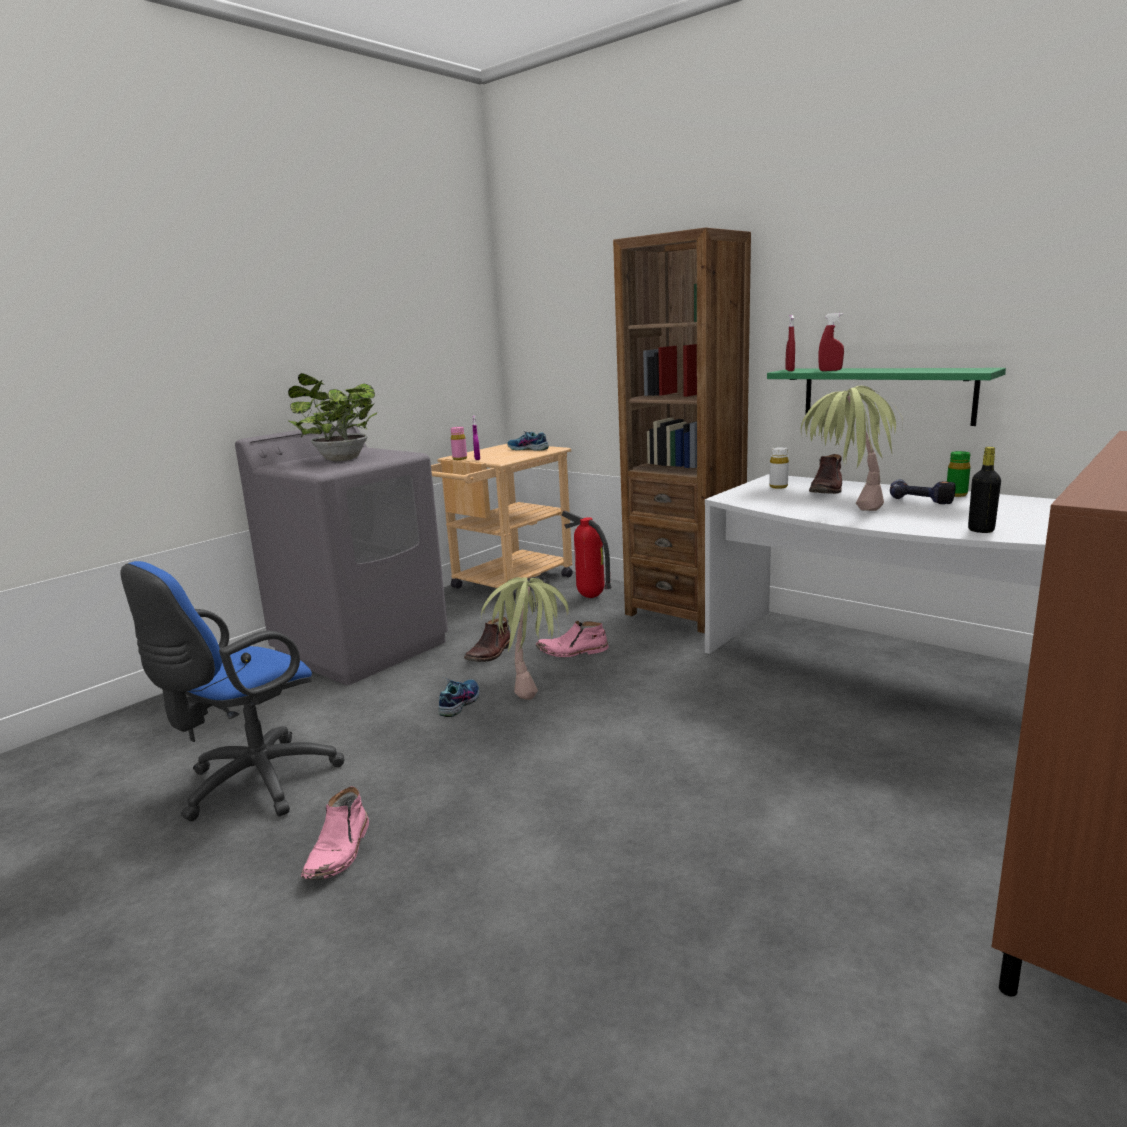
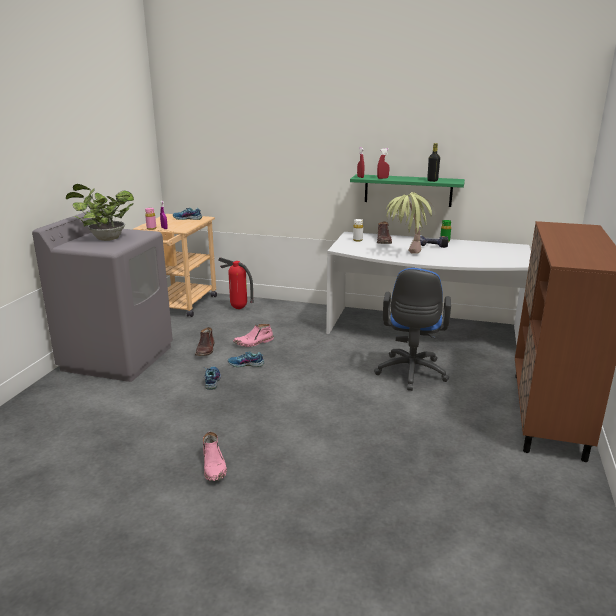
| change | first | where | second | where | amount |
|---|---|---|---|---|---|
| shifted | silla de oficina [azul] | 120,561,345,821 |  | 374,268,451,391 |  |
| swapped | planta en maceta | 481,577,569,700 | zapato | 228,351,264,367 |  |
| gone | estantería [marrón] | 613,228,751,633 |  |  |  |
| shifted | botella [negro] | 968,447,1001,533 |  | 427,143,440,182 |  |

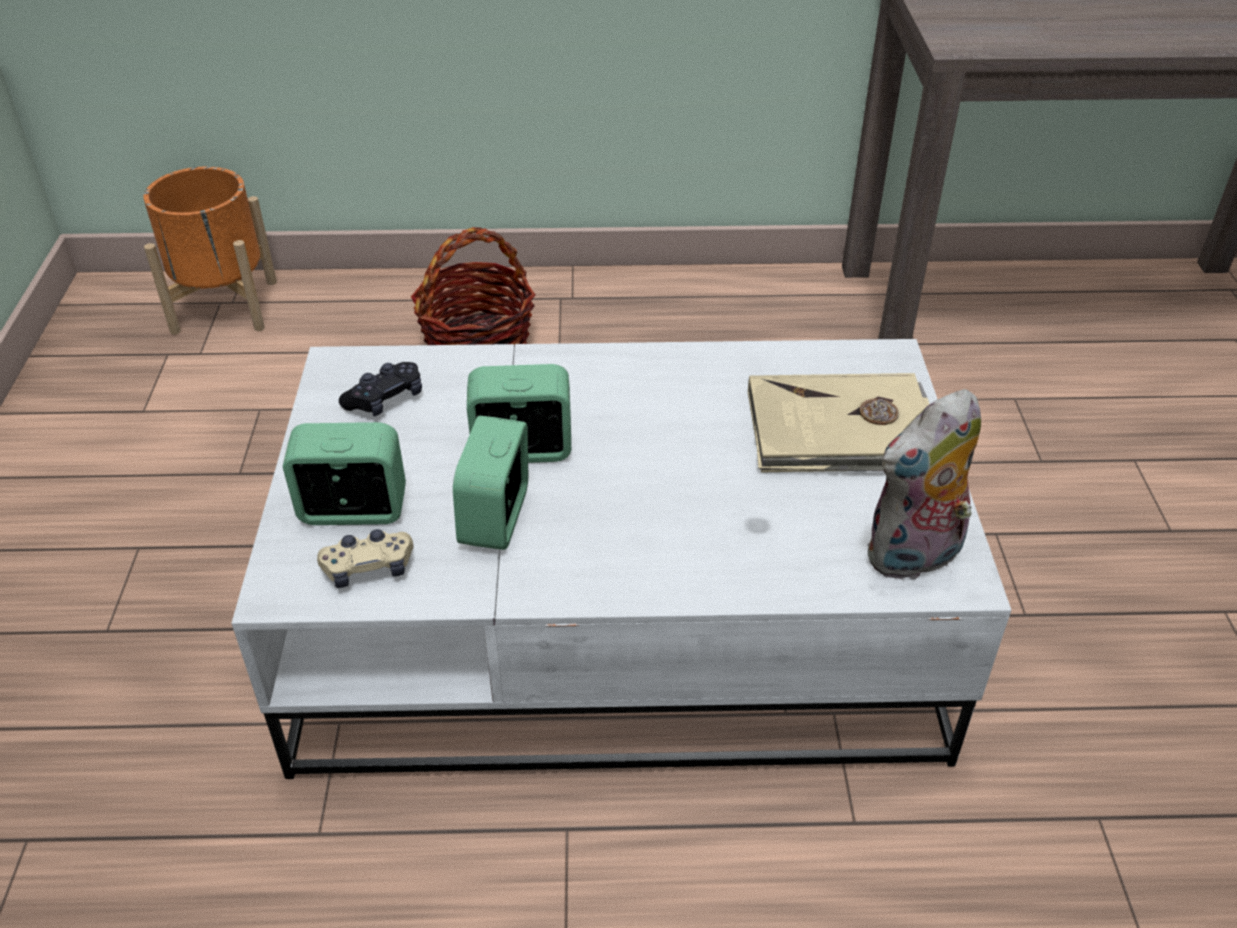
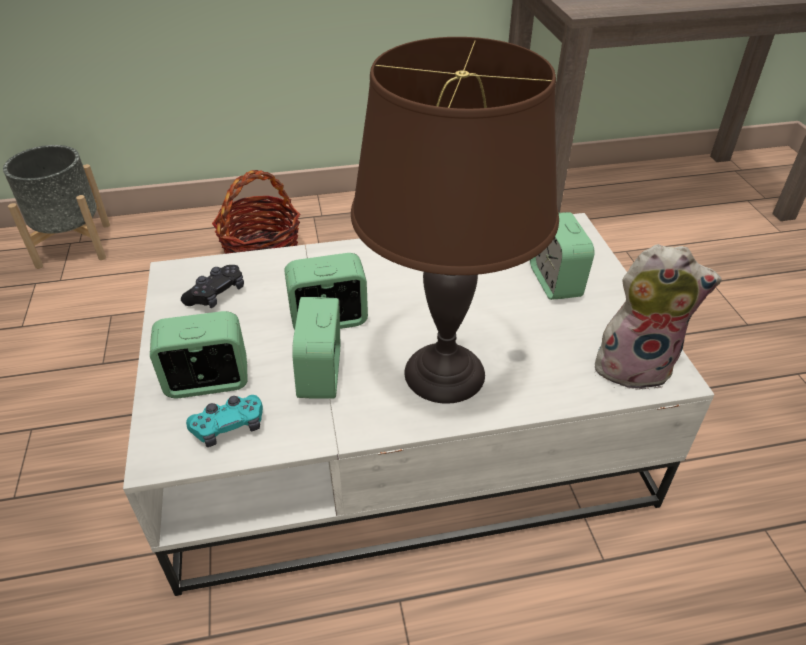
| change | first | where | second | where | amount |
|---|---|---|---|---|---|
| repainted | maceta [naranja] | 143,167,277,335 | maceta [gris] | 3,145,110,269 |  |
| repainted | mando de consola [beis] | 317,529,414,588 | mando de consola [turquesa] | 186,395,263,447 |  |
| swapped | libro [beis] | 748,373,929,473 | despertador | 530,212,595,300 |  |
| rotated | peluche | 867,389,981,582 |  | 595,244,722,390 | 135 degrees counterclockwise |
| new |  |  | lámpara de mesa [marrón] | 351,37,559,404 |  |

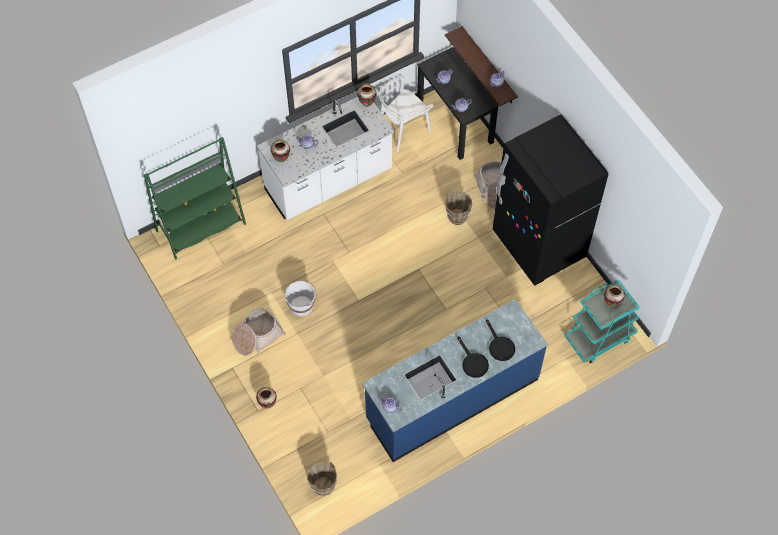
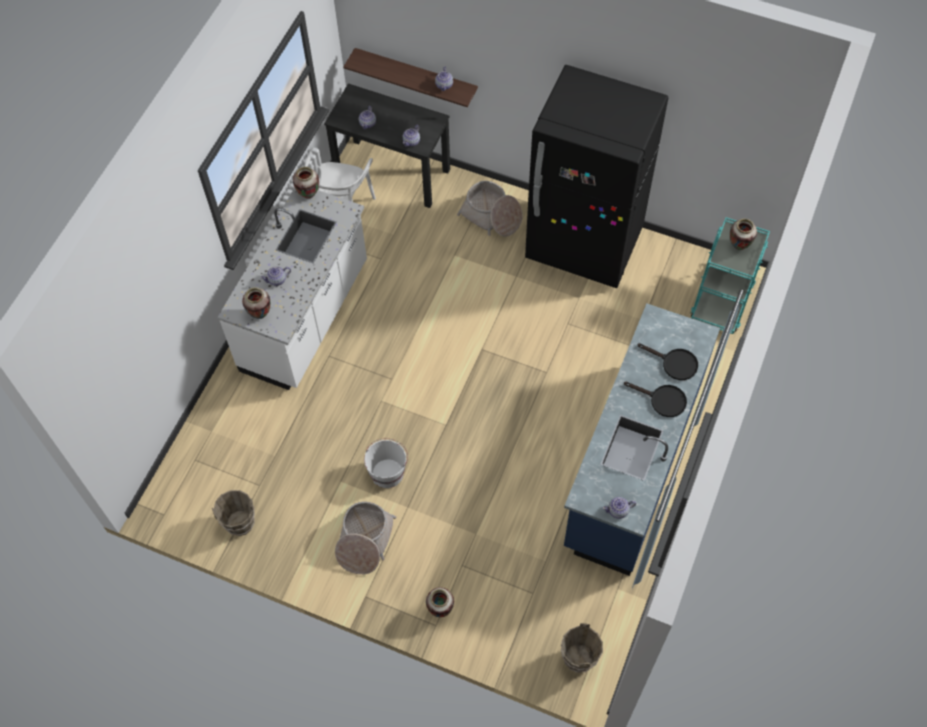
| change | first | where | second | where | amount |
|---|---|---|---|---|---|
| gone | estantería [verde] | 144,137,246,260 |  |  |  |
| shifted | cubo [marrón] | 445,191,472,225 |  | 212,490,255,536 |  |

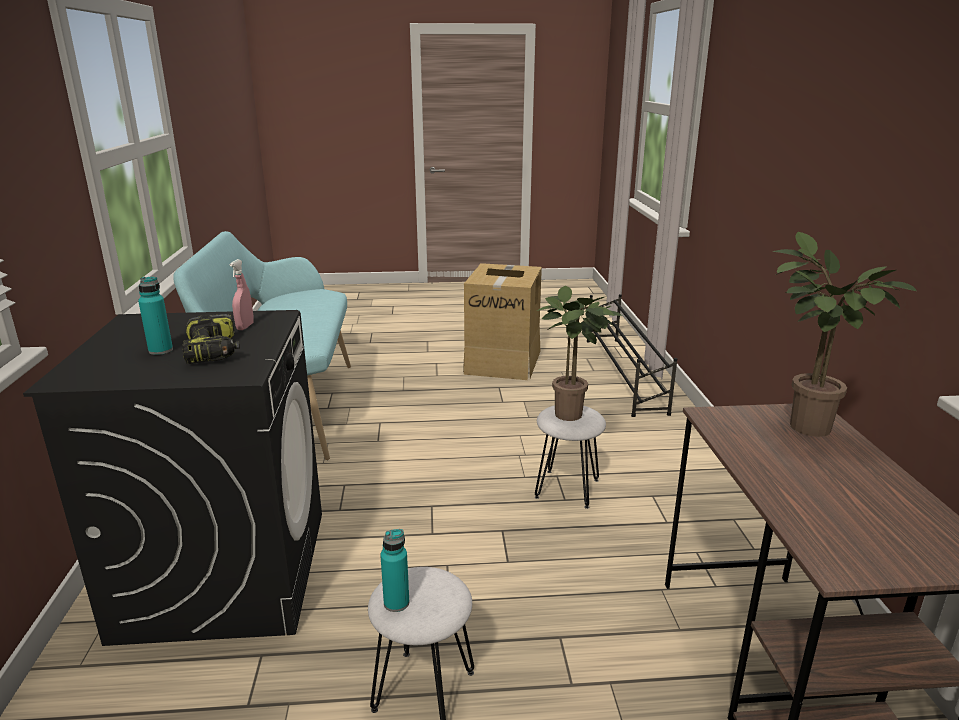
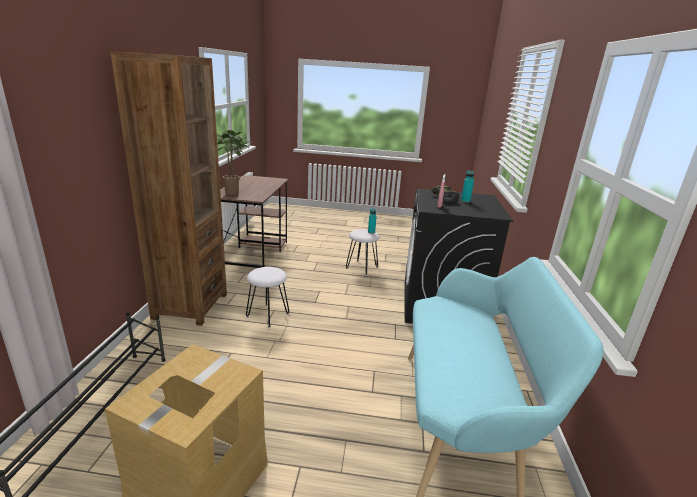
| change | first | where | second | where | amount |
|---|---|---|---|---|---|
| gone | planta en maceta | 537,286,622,421 |  |  |  |
| new |  |  | estantería [marrón] | 110,51,227,326 |  |

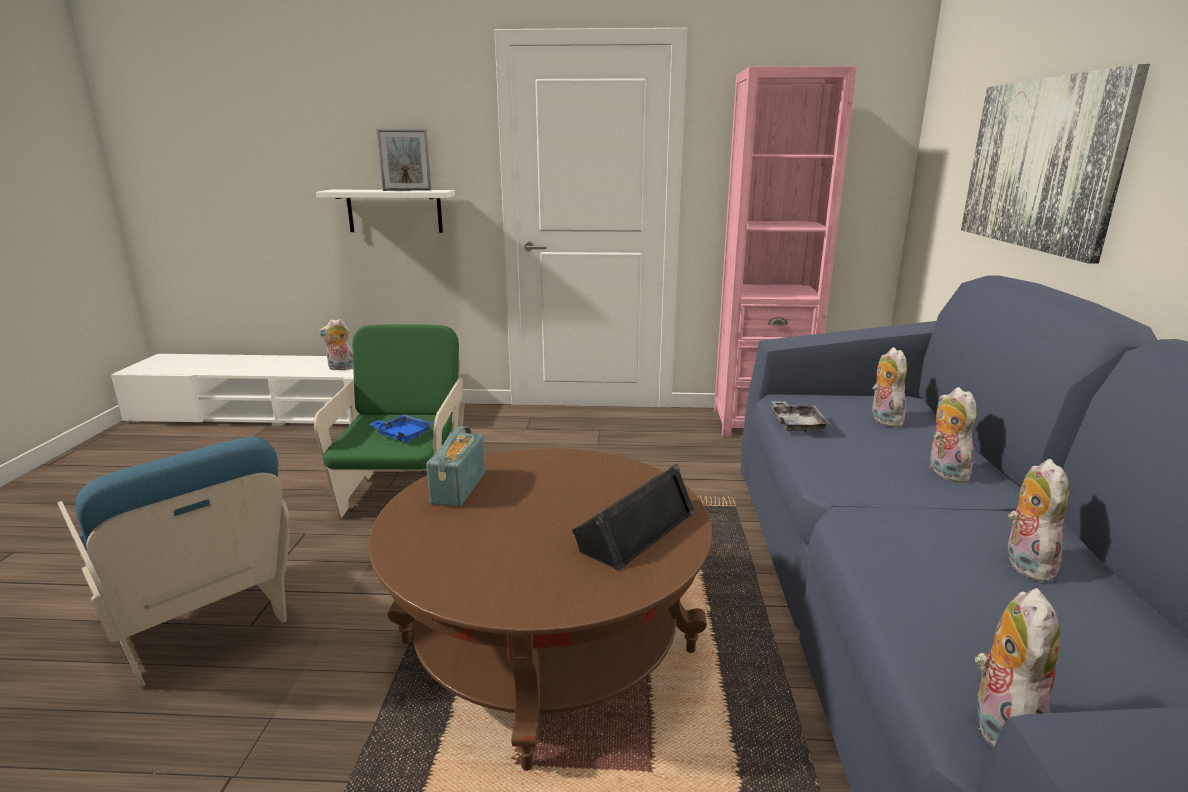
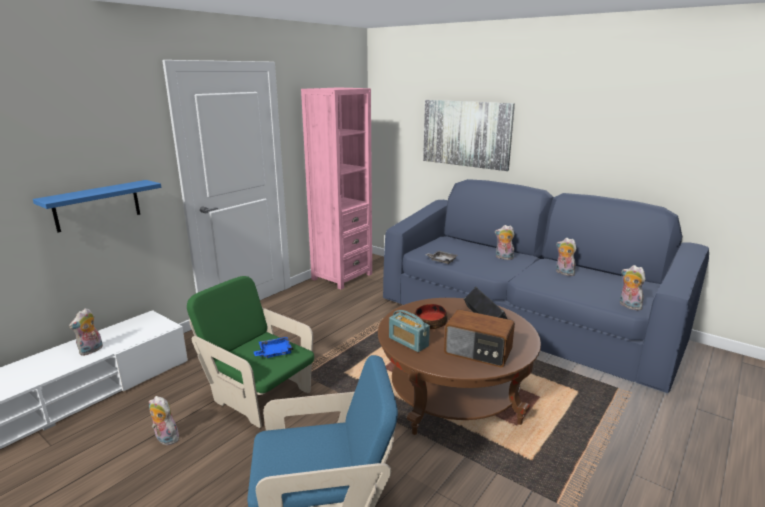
| change | first | where | second | where | amount |
|---|---|---|---|---|---|
| repainted | estante [blanco] | 316,190,455,233 | estante [azul] | 33,180,161,232 |  |
| gone | portarretratos | 377,129,431,191 |  |  |  |
| shifted | peluche | 872,347,907,427 |  | 149,396,179,445 |  |
| new |  |  | cuenco | 415,304,447,329 |  |
| new |  |  | radio | 444,309,515,367 |  |

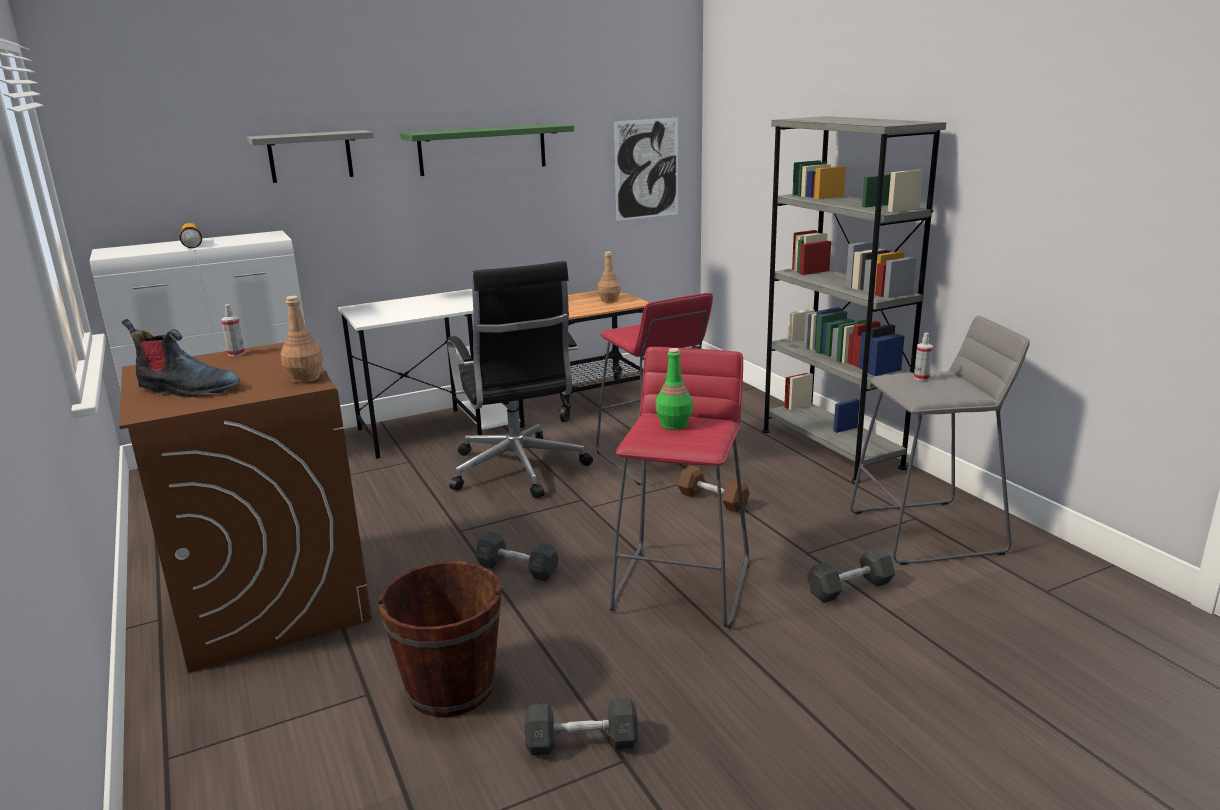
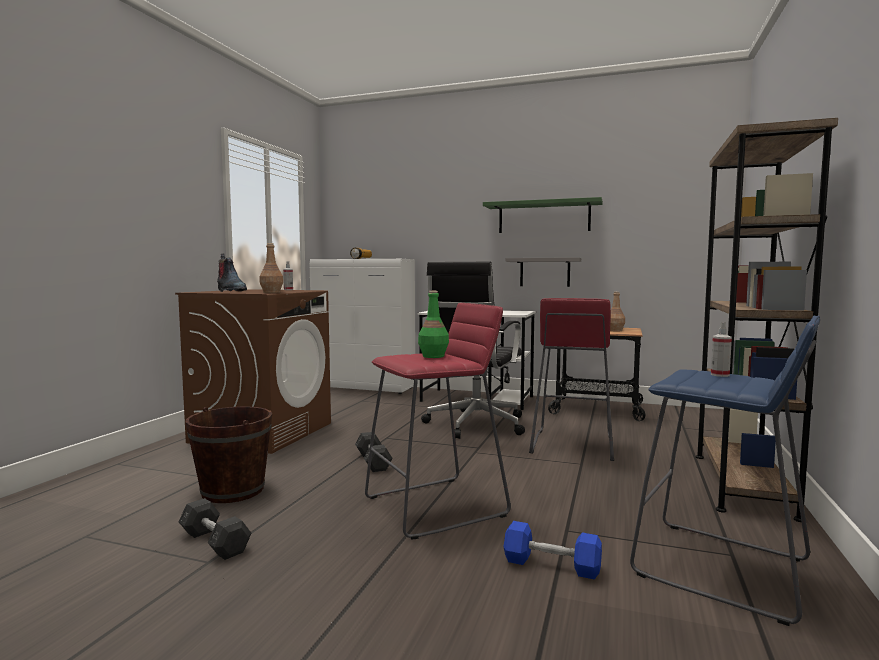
| change | first | where | second | where | amount |
|---|---|---|---|---|---|
| shifted | estante [gris] | 247,130,374,183 |  | 506,257,581,287 |  |
| gone | cuadro | 614,118,678,221 |  |  |  |
| gone | mancuerna [marrón] | 678,465,750,513 |  |  |  |
| repainted | estantería [gris] | 762,116,946,483 | estantería [marrón] | 696,118,838,522 |  |
| repainted | mancuerna [gris] | 807,547,895,603 | mancuerna [azul] | 504,521,602,579 |  |
| repainted | taburete [gris] | 850,316,1030,565 | taburete [azul] | 630,316,820,626 |  |

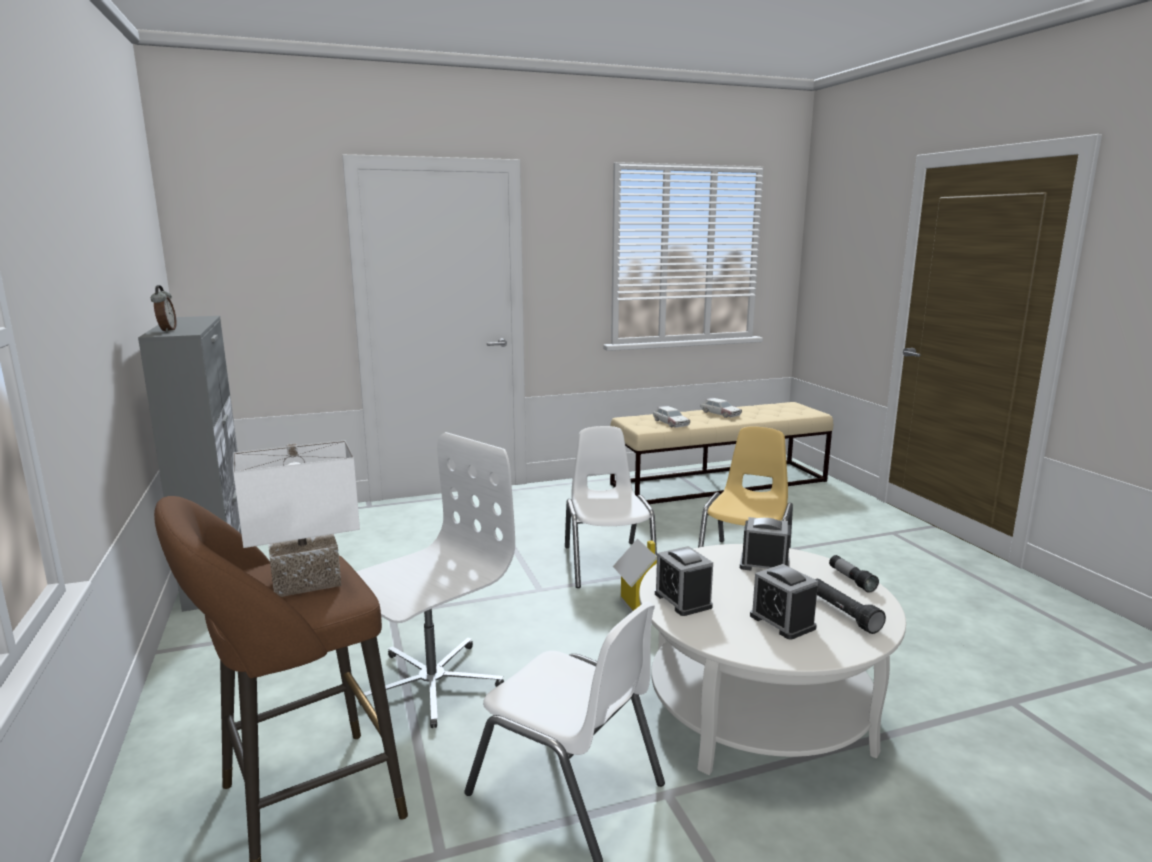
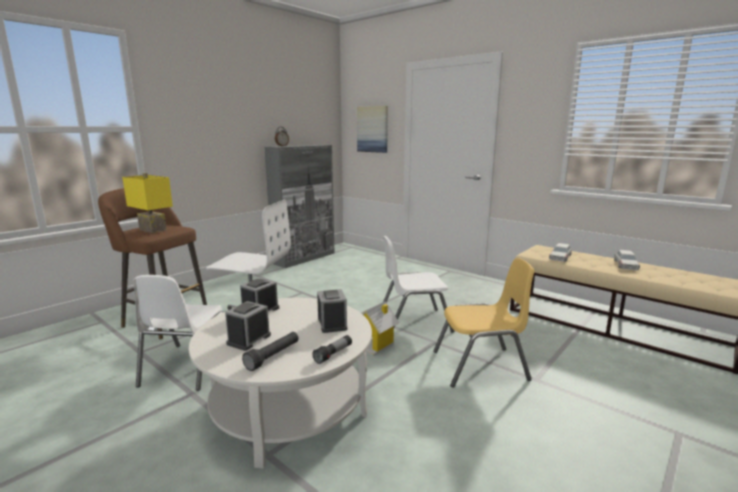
| change | first | where | second | where | amount |
|---|---|---|---|---|---|
| repainted | lámpara de mesa [blanco] | 233,440,360,597 | lámpara de mesa [amarillo] | 122,173,173,233 |  |
| rotated | silla [blanco] | 565,426,657,588 |  | 383,236,454,332 | 150 degrees counterclockwise |
| new |  |  | cuadro | 357,106,388,153 |  |

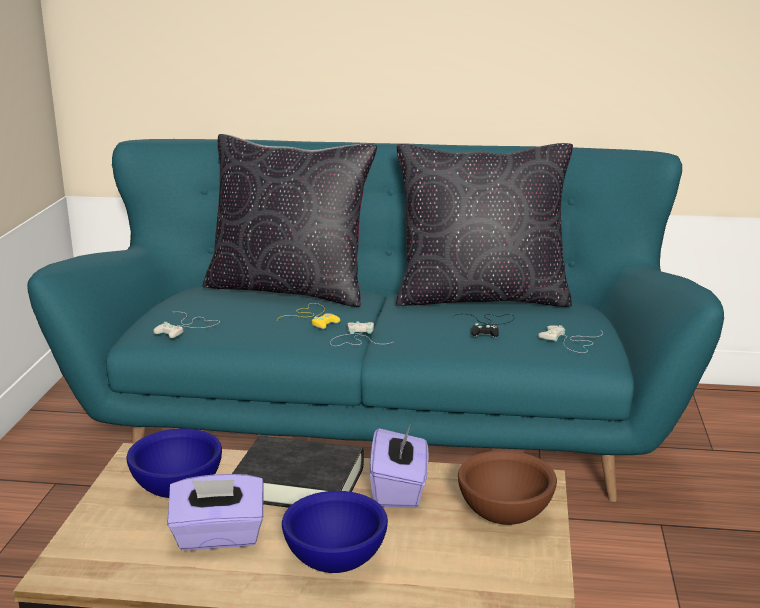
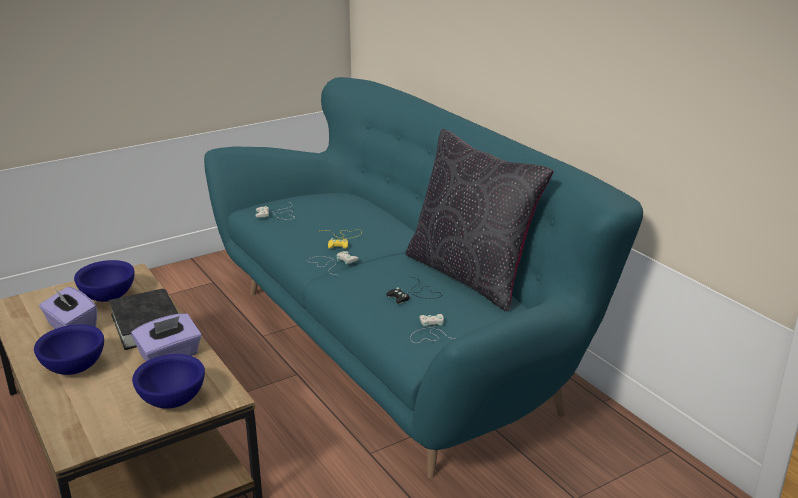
| change | first | where | second | where | amount |
|---|---|---|---|---|---|
| gone | cojín [negro] | 203,134,377,307 |  |  |  |
| repainted | cuenco [marrón] | 458,451,557,525 | cuenco [azul] | 132,354,205,409 |  |

